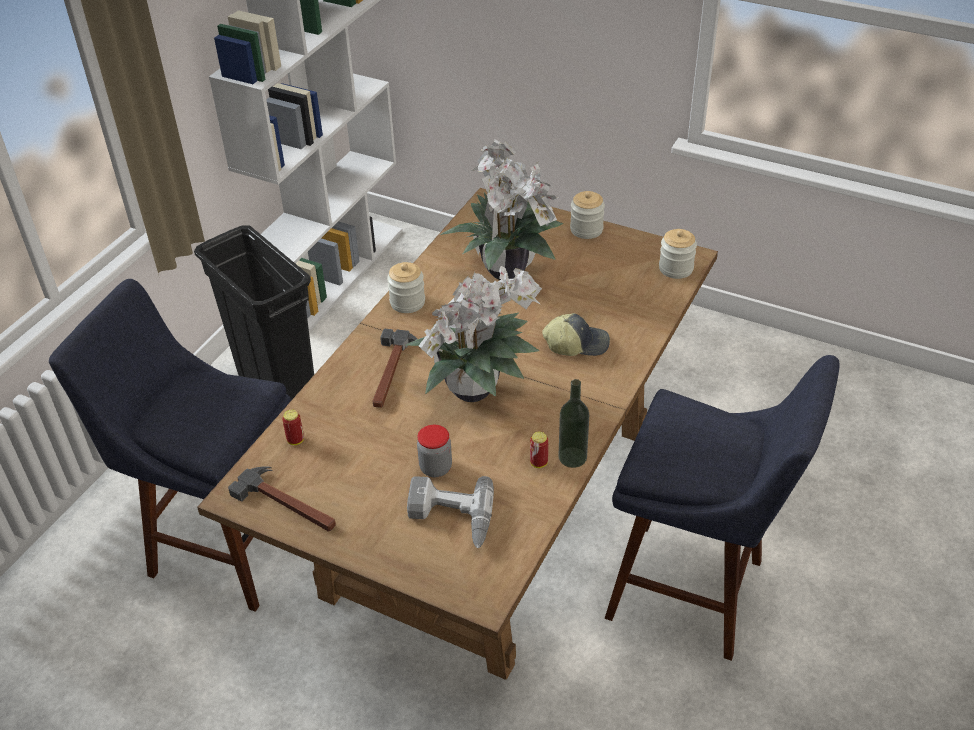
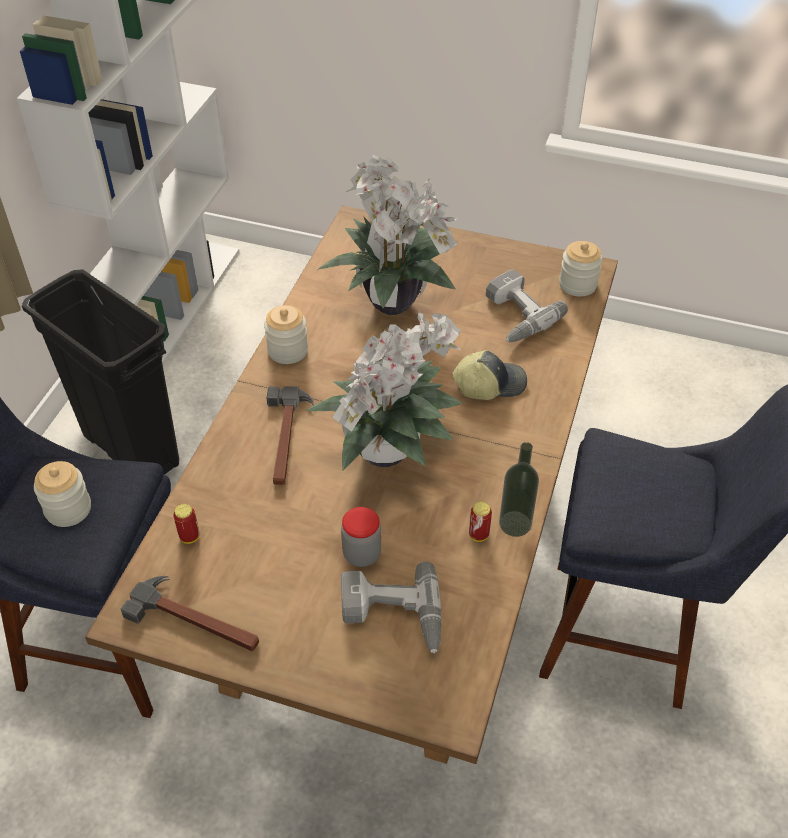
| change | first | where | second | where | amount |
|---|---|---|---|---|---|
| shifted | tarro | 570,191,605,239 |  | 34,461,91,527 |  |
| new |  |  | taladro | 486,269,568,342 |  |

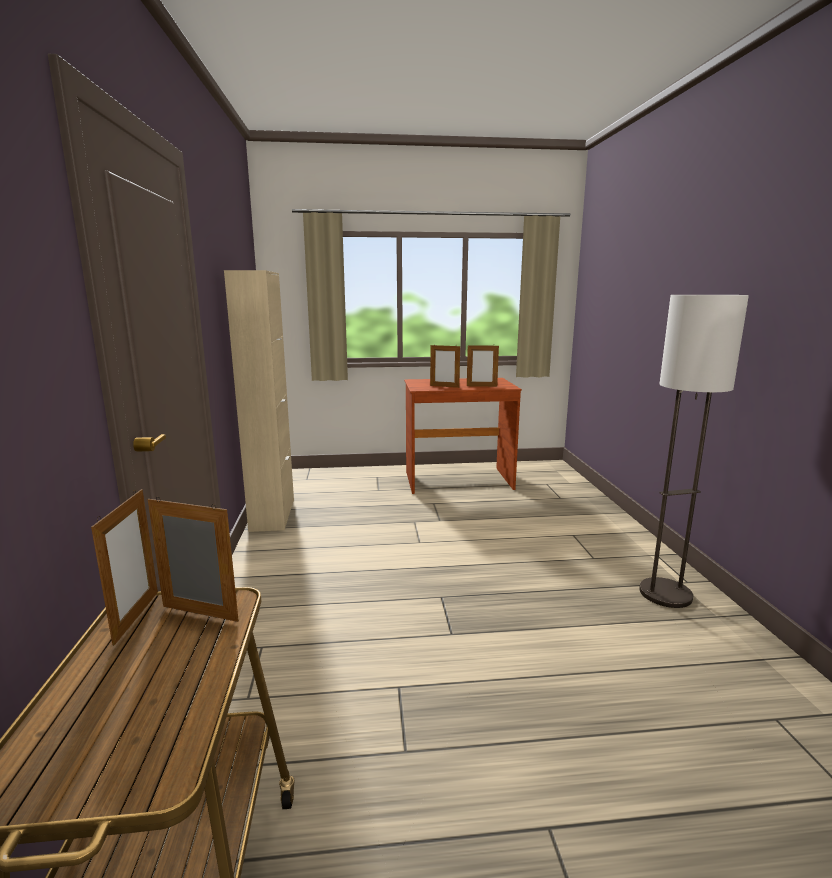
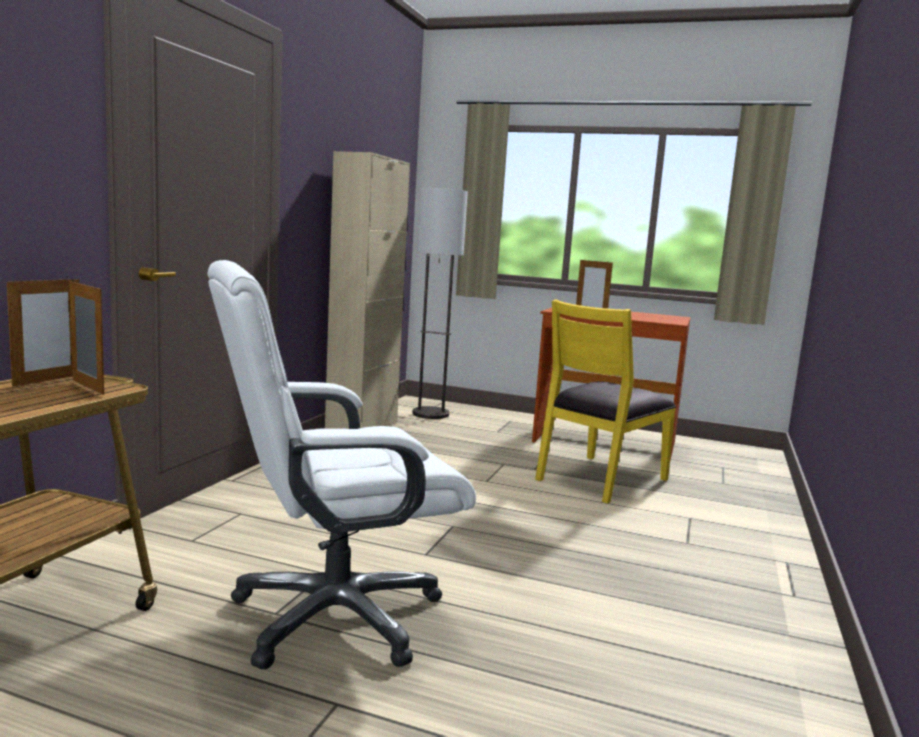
| change | first | where | second | where | amount |
|---|---|---|---|---|---|
| gone | portarretratos | 467,344,499,387 |  |  |  |
| shifted | lámpara de pie | 639,295,749,608 |  | 412,188,468,419 |  |
| new |  |  | silla de oficina [blanco] | 208,260,476,669 |  |
| new |  |  | silla [amarillo] | 535,300,676,504 |  |

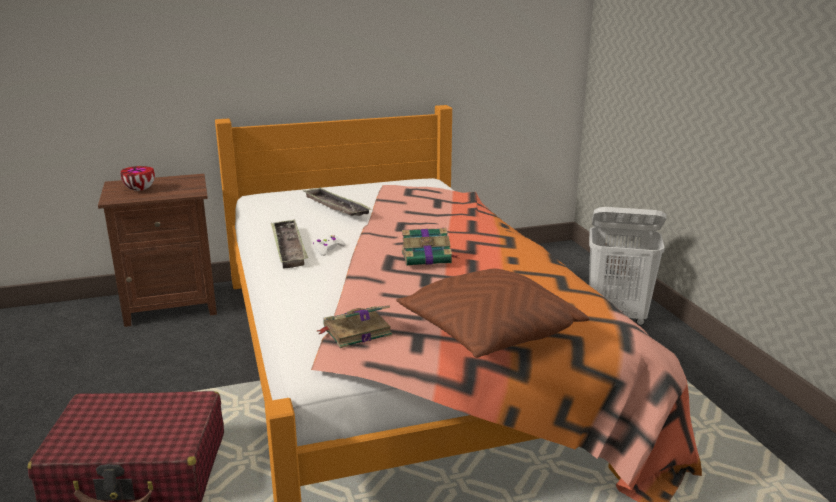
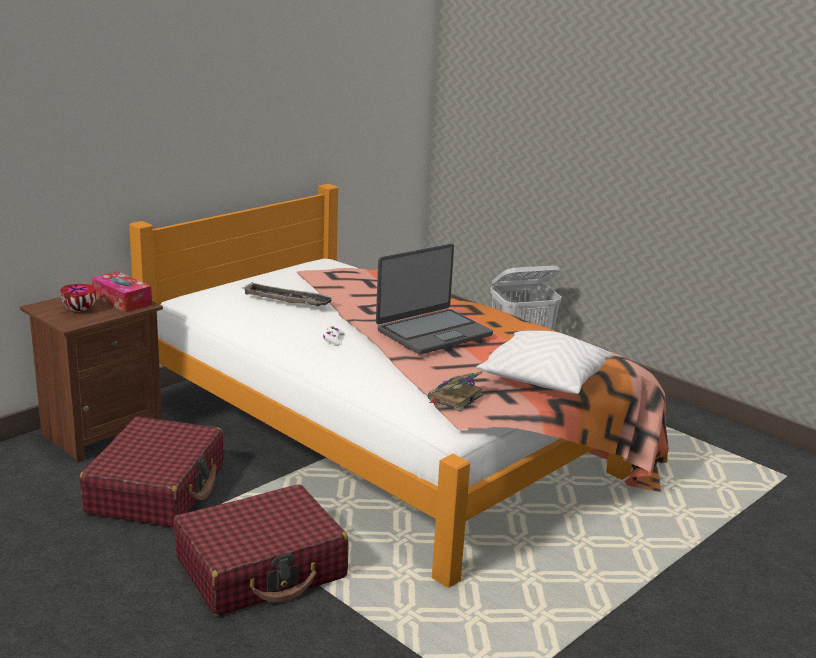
| change | first | where | second | where | amount |
|---|---|---|---|---|---|
| gone | bandeja | 271,220,308,269 |  |  |  |
| repainted | cojín [marrón] | 396,269,589,358 | cojín [blanco] | 476,330,614,394 |  |
| swapped | libro | 402,228,458,266 | portátil | 376,244,493,355 |  |
| new |  |  | maleta [rojo] | 80,417,223,528 |  |
| new |  |  | caja de pañuelos | 91,271,152,312 |  |

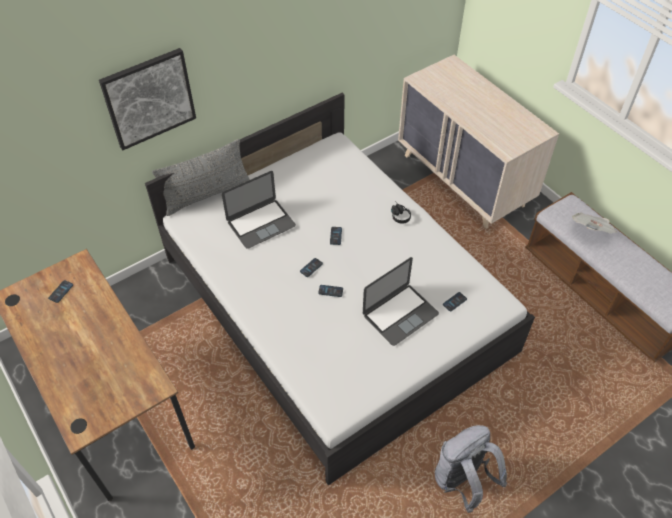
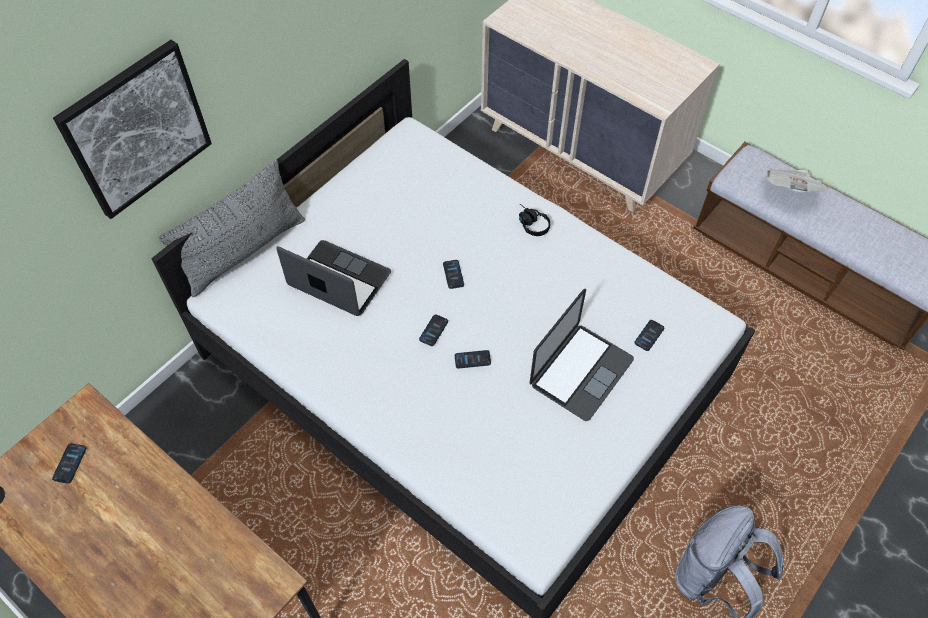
| change | first | where | second | where | amount |
|---|---|---|---|---|---|
| rotated | portátil | 222,171,296,249 |  | 276,240,391,316 | 105 degrees counterclockwise |

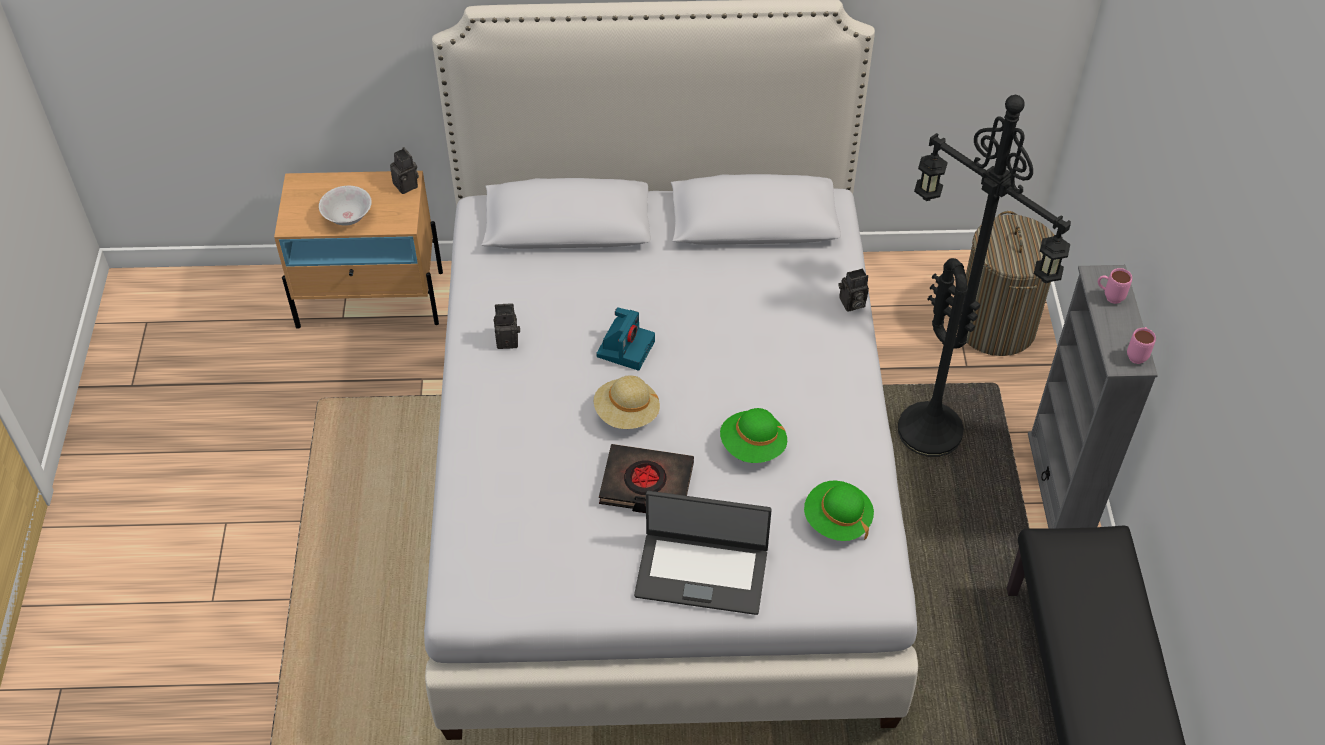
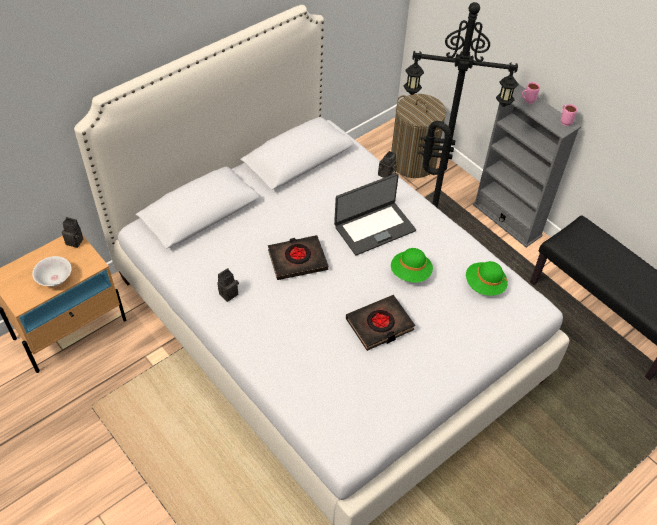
| change | first | where | second | where | amount |
|---|---|---|---|---|---|
| gone | sombrero [beis] | 594,375,660,429 |  |  |  |
| swapped | cámara | 596,307,655,371 | libro [negro] | 268,235,328,280 |  |
| shifted | portátil | 634,491,772,615 |  | 334,173,416,256 |  |

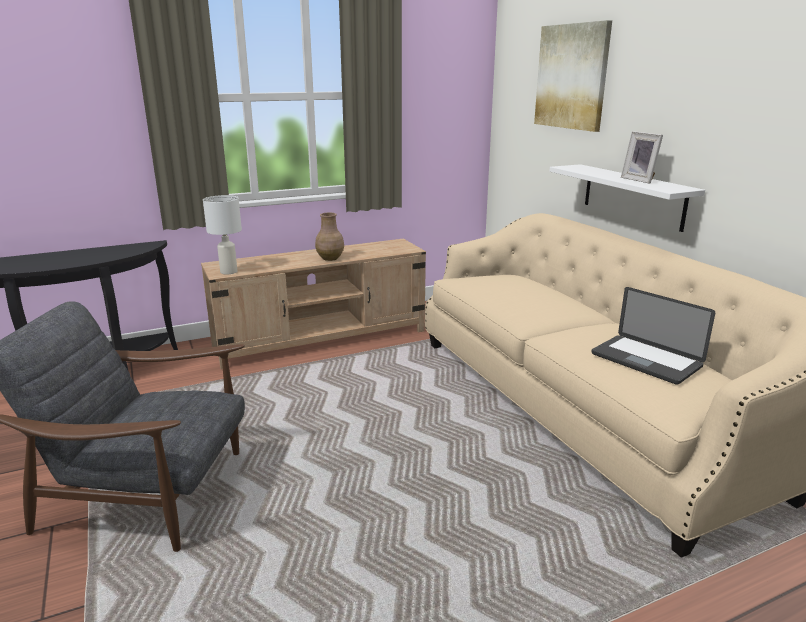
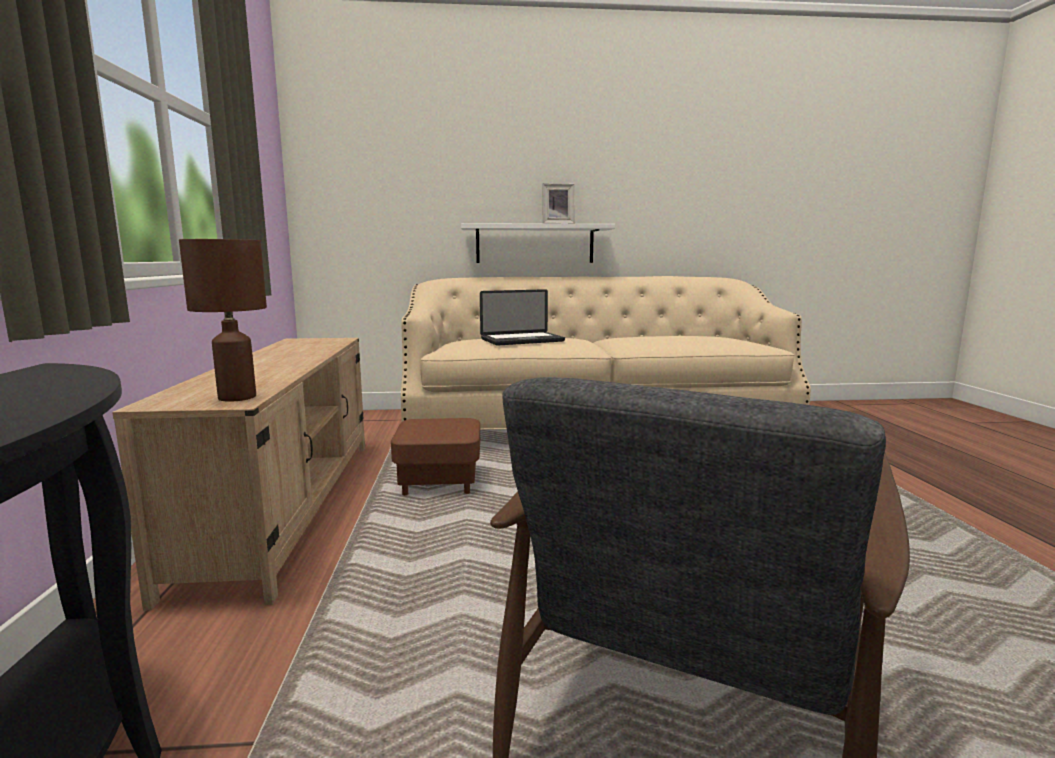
| change | first | where | second | where | amount |
|---|---|---|---|---|---|
| repainted | lámpara de mesa [blanco] | 203,195,242,275 | lámpara de mesa [marrón] | 179,239,267,402 |  |
| gone | florero [marrón] | 315,213,344,261 |  |  |  |
| gone | cuadro | 534,20,612,132 |  |  |  |
| shifted | portátil | 591,287,715,385 |  | 480,289,565,346 |  |
| new |  |  | puf [marrón] | 391,418,480,495 |  |

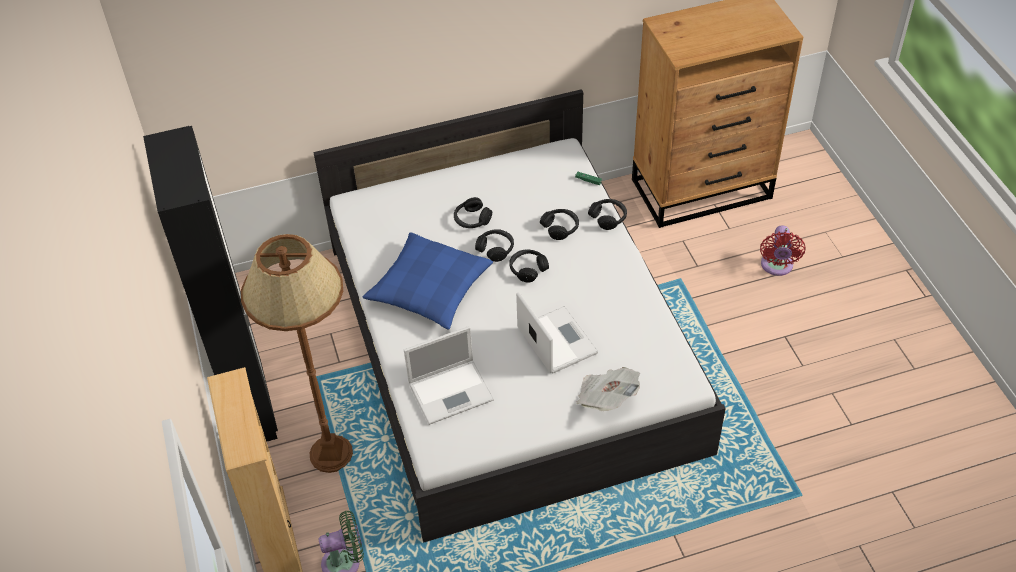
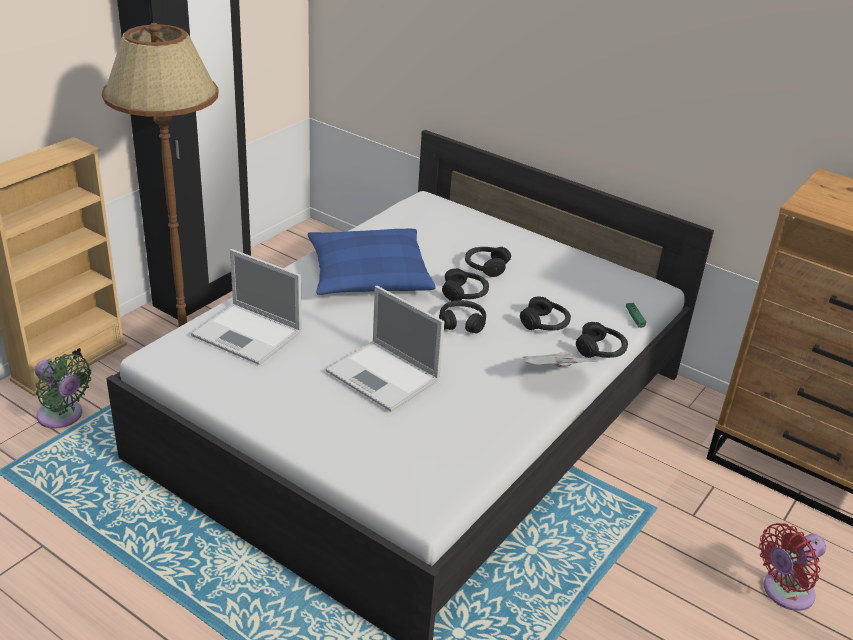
| change | first | where | second | where | amount |
|---|---|---|---|---|---|
| rotated | portátil | 516,292,598,373 |  | 326,286,444,412 | 105 degrees clockwise |
| shifted | periódico | 576,367,640,411 |  | 522,352,598,367 |  |

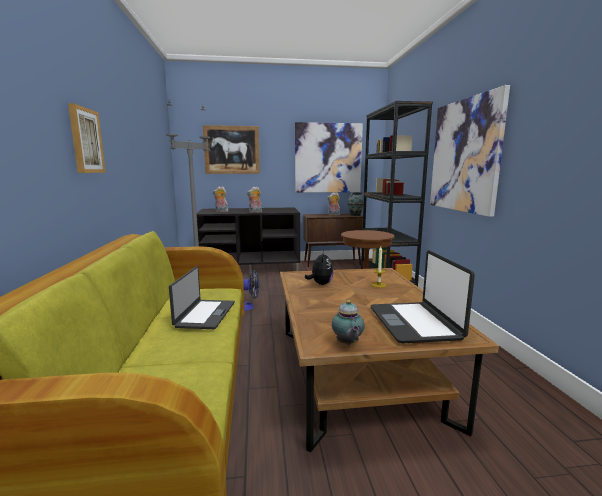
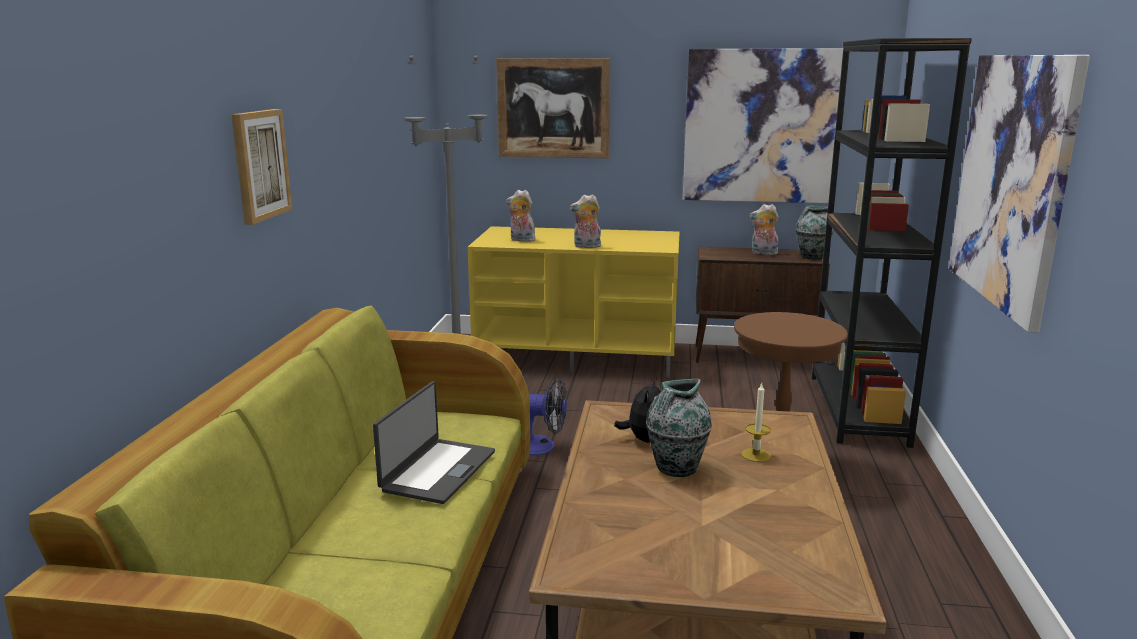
| change | first | where | second | where | amount |
|---|---|---|---|---|---|
| repainted | mueble de televisión [negro] | 197,207,300,275 | mueble de televisión [amarillo] | 468,226,680,378 |  |
| gone | tetera | 332,300,365,345 |  |  |  |
| gone | portátil | 371,250,475,344 |  |  |  |
| new |  |  | florero | 646,379,712,477 |  |

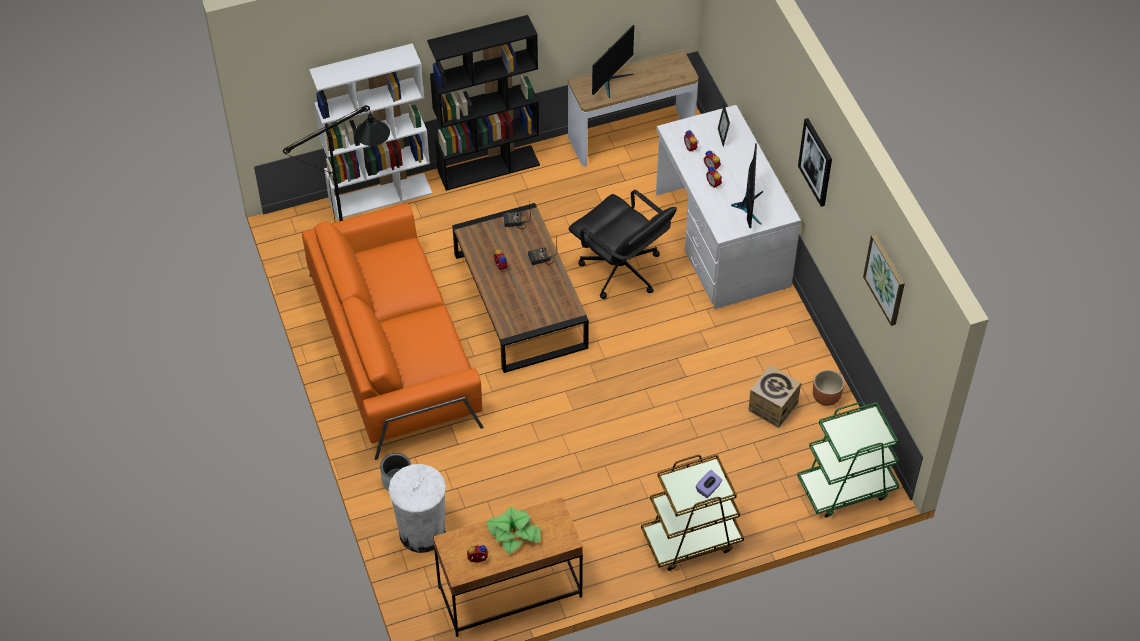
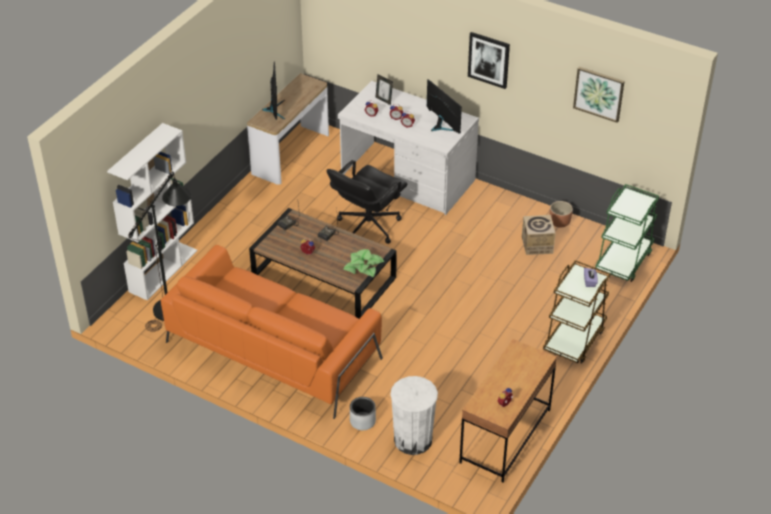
| change | first | where | second | where | amount |
|---|---|---|---|---|---|
| gone | estantería [negro] | 427,15,540,191 |  |  |  |
| shifted | planta en maceta | 487,507,541,555 |  | 343,249,384,277 |  |
| rotated | silla de oficina [negro] | 568,190,677,299 |  | 326,160,407,244 | 120 degrees clockwise |

